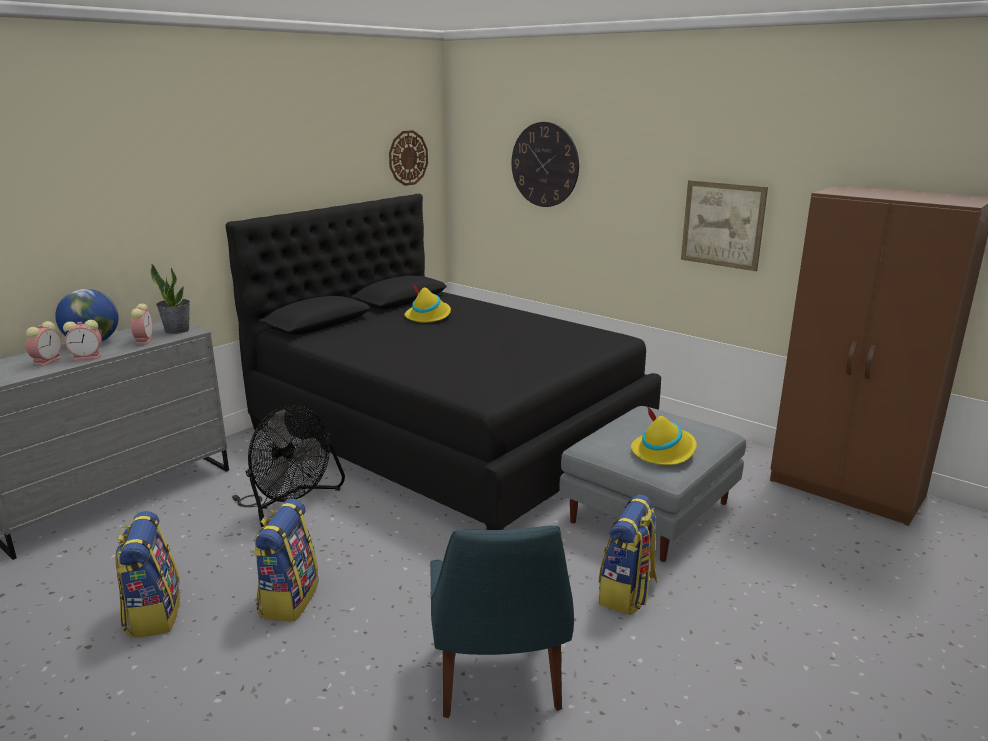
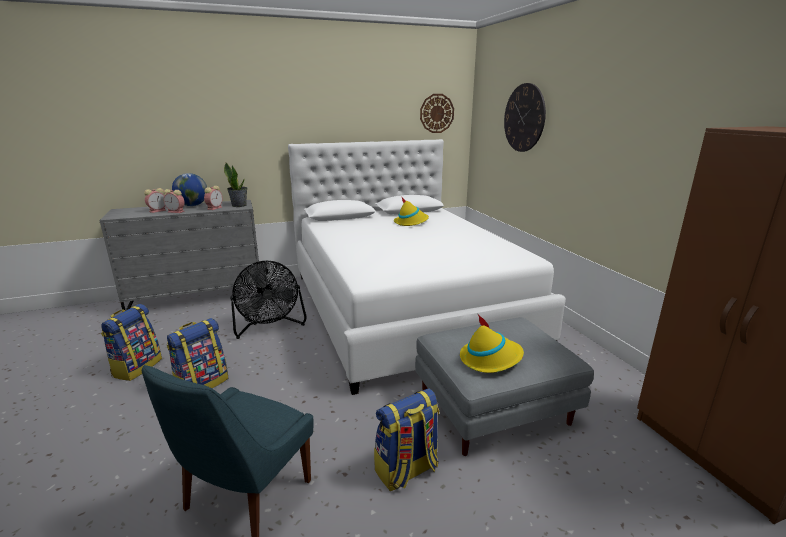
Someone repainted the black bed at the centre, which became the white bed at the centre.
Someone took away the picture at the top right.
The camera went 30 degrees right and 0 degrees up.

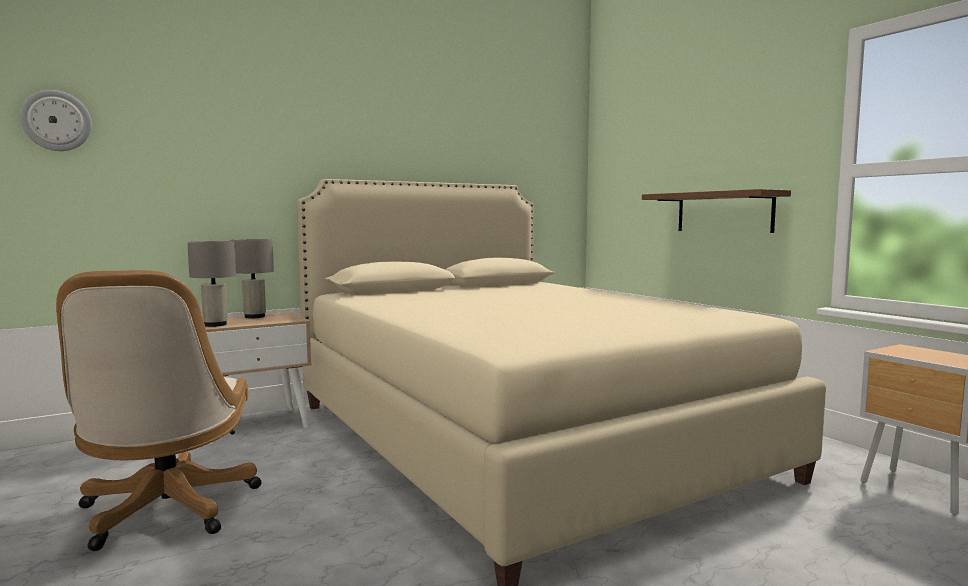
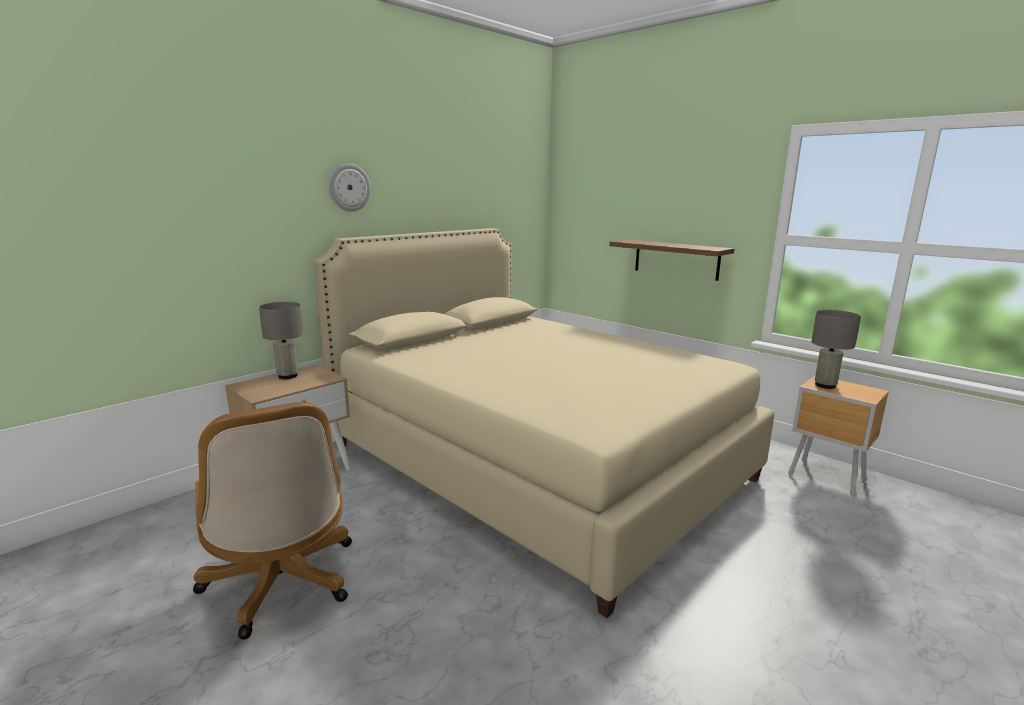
Someone carried the wall clock from the top left to the top centre.
Someone carried the grey table lamp (1st from left in the first image) from the middle left to the middle right.
The camera went 15 degrees left and 10 degrees up.

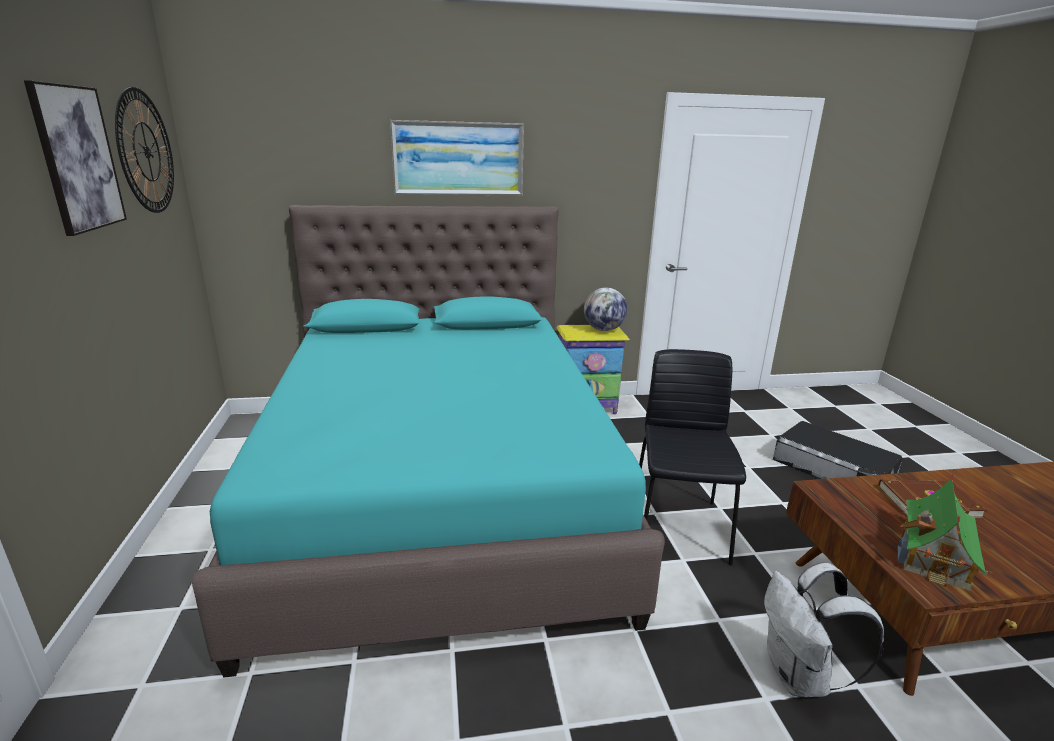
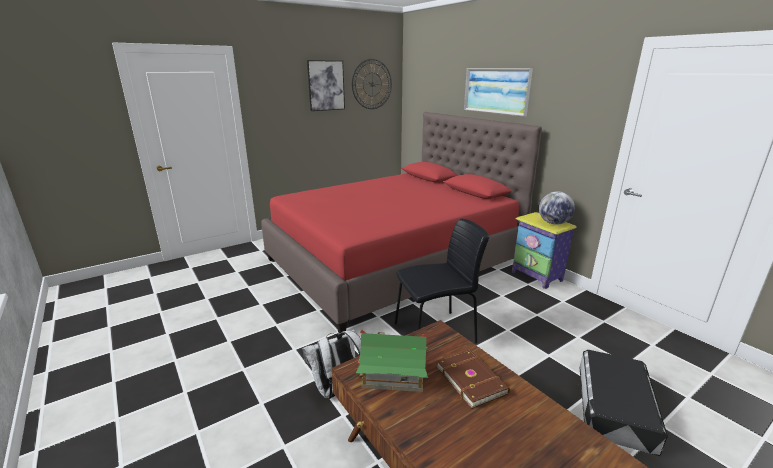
Someone repainted the turquoise bed at the centre, which became the red bed at the centre.
The camera went 65 degrees right and 0 degrees up.

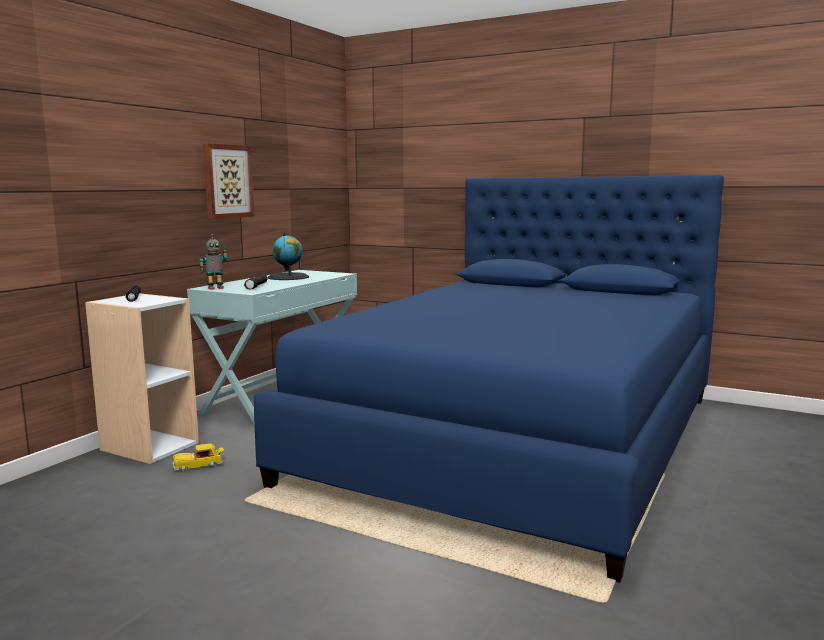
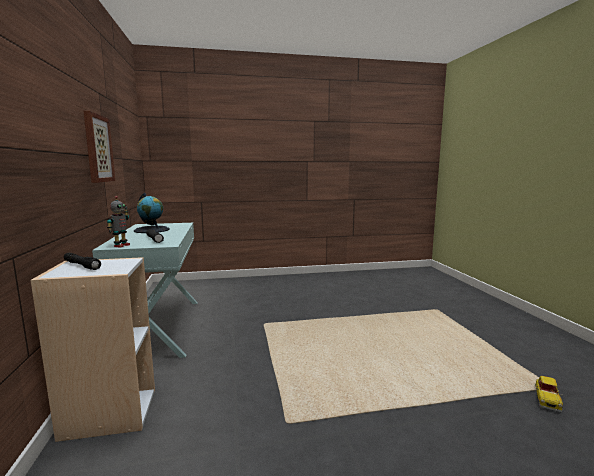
Someone carried the toy car from the bottom left to the bottom right.
Someone took away the blue bed at the centre.
The camera went 40 degrees left and 0 degrees up.

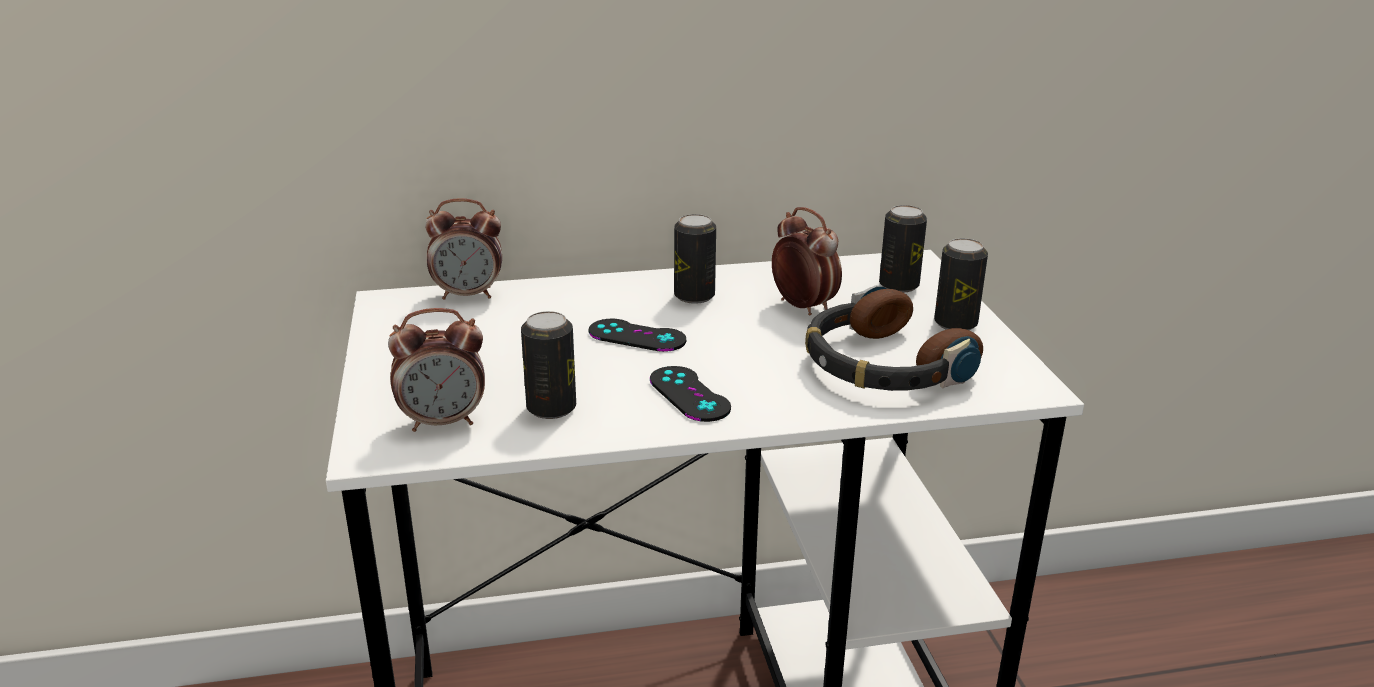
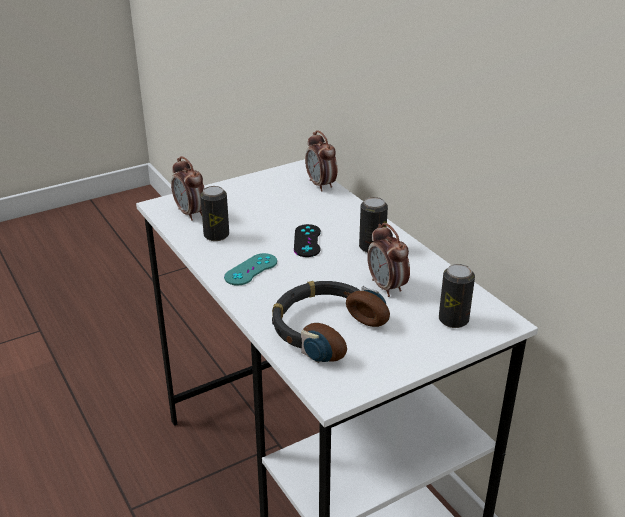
Someone repainted the black game controller (2nd from left) at the centre, which became the turquoise game controller at the centre.
Someone rotated the alarm clock (3rd from left) at the centre by 120 degrees clockwise.
Someone took away the can (4th from left) at the middle right.
The camera went 70 degrees right and 5 degrees up.

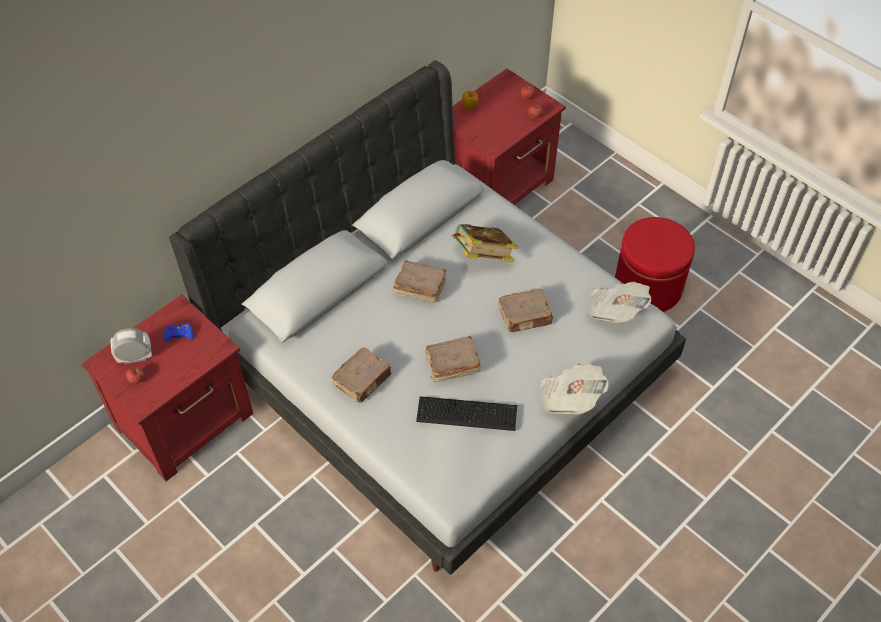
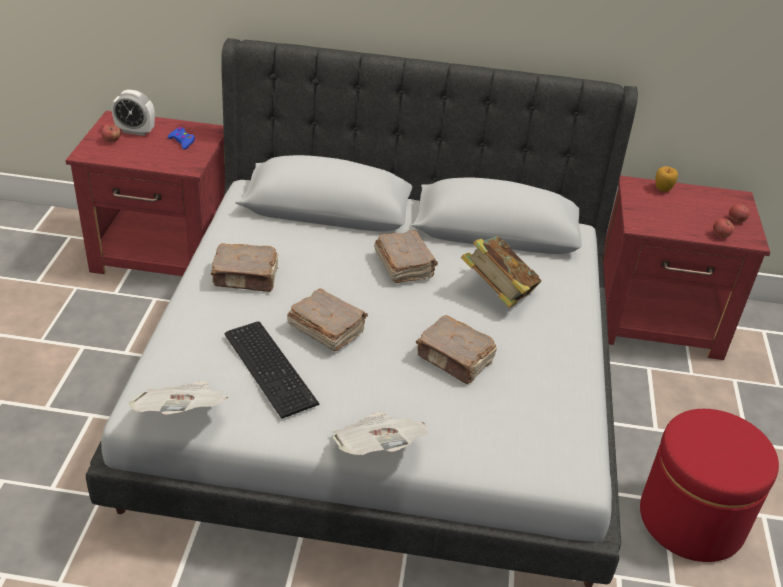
Someone rotated the alarm clock at the middle left by 150 degrees clockwise.
Someone carried the newspaper (2nd from left in the first image) from the middle right to the bottom left.
The camera went 50 degrees right and 15 degrees down.

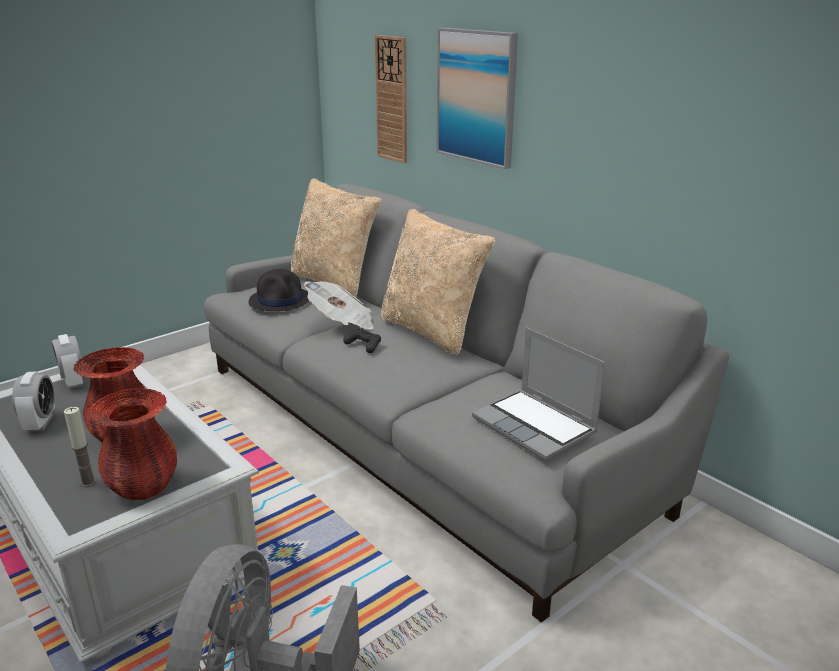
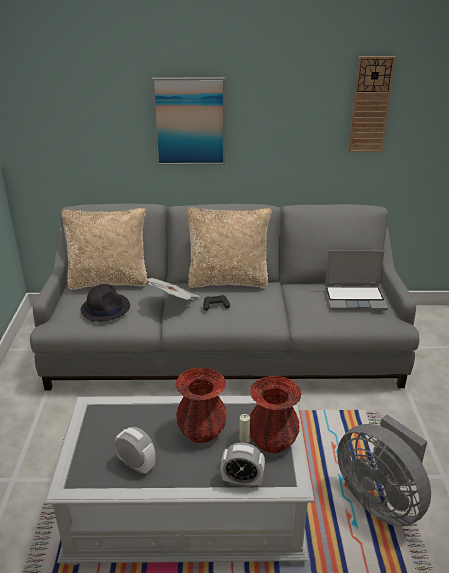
Someone carried the alarm clock (2nd from left) from the middle left to the bottom centre.
Someone carried the wall clock from the top centre to the top right.
The camera went 50 degrees left and 5 degrees up.

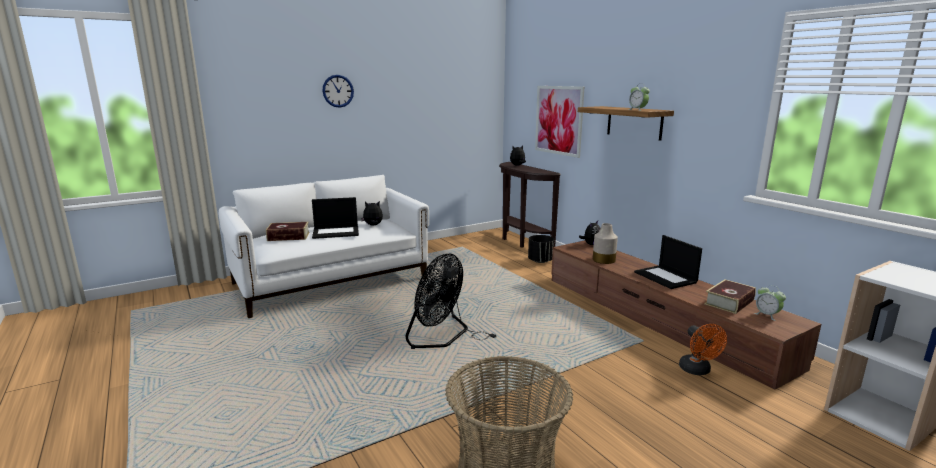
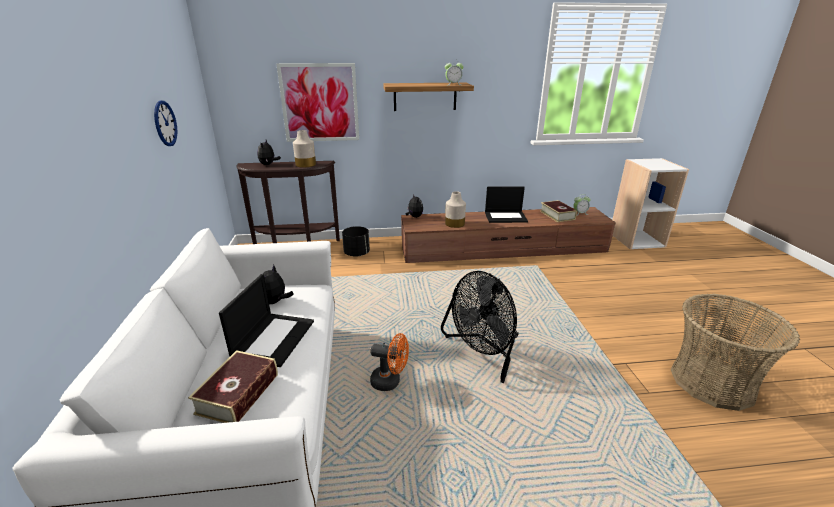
Someone carried the wall clock from the top centre to the top left.
Someone carried the orange fan from the bottom right to the bottom centre.
Someone put down the beige vase (1st from left) at the top centre.
The camera went 65 degrees left and 10 degrees up.

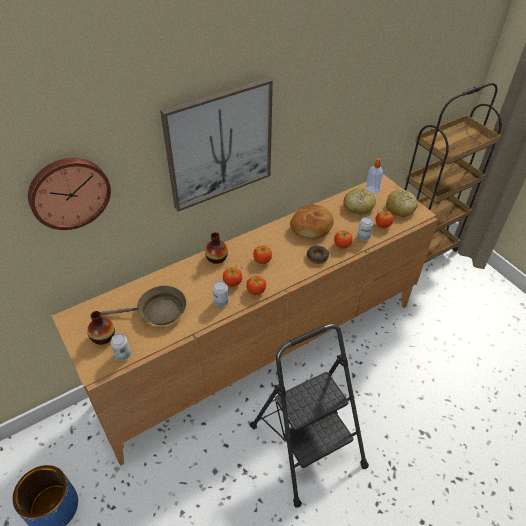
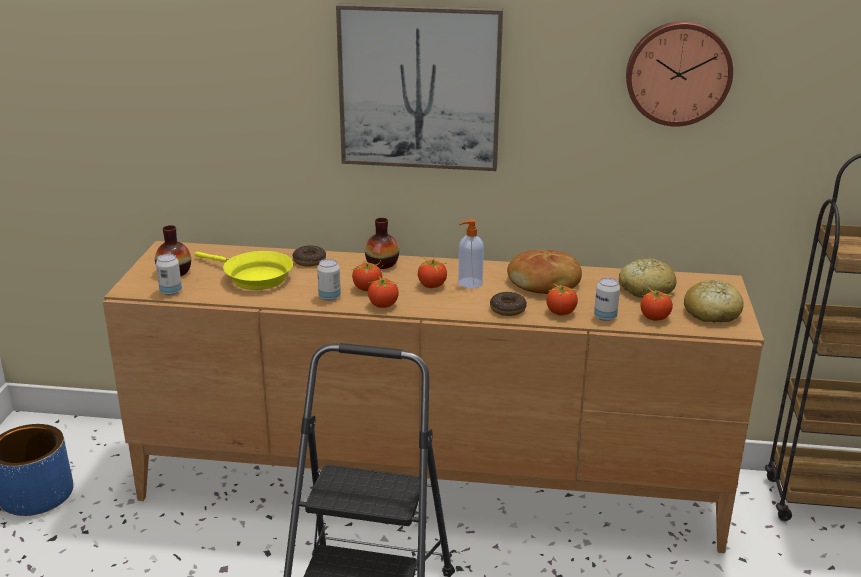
Someone carried the wall clock from the middle left to the top right.
Someone repainted the brown frying pan at the middle left, which became the yellow frying pan at the middle left.
Someone carried the soap dispenser from the middle right to the centre.
Someone put down the donut (1st from left) at the centre.
The camera went 40 degrees right and 20 degrees down.

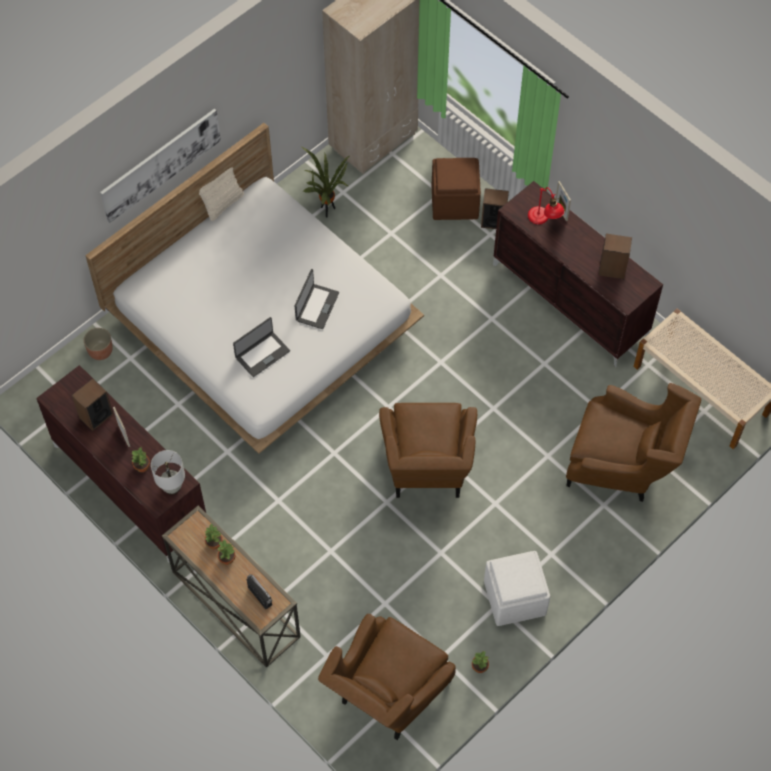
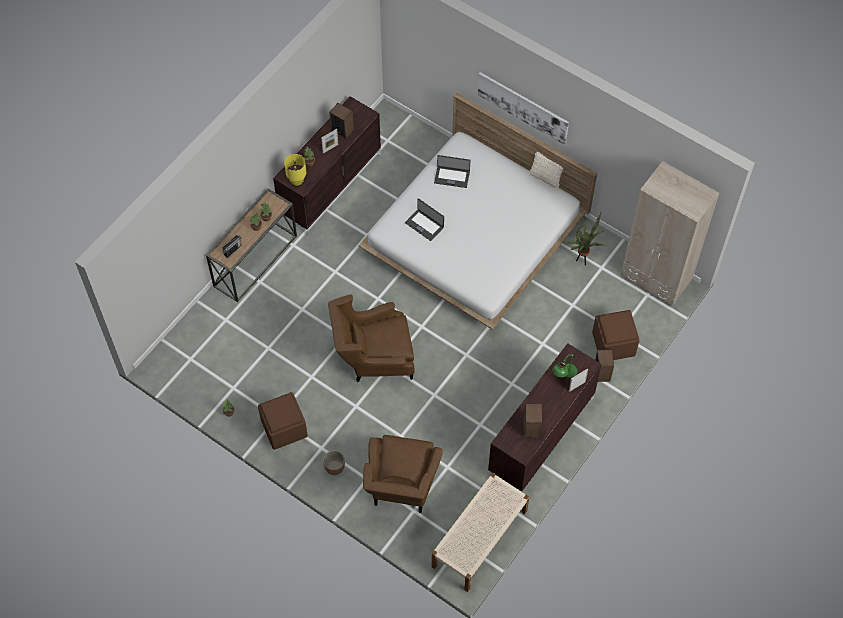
Someone carried the planter from the middle left to the bottom centre.
Someone repainted the white table lamp at the middle left, which became the yellow table lamp at the top centre.
Someone carried the laptop (2nd from left) from the centre to the top centre.
Someone took away the brown armchair (1st from left) at the bottom centre.
Someone repainted the white ottoman at the bottom right, which became the brown ottoman (1st from left) at the bottom centre.
Someone repainted the red table lamp at the top right, which became the green table lamp at the middle right.
The camera went 80 degrees right and 0 degrees up.

